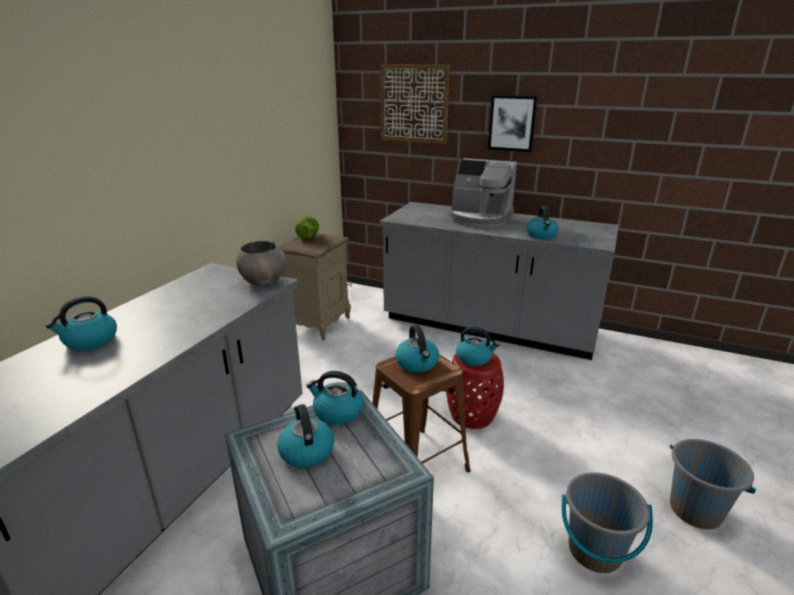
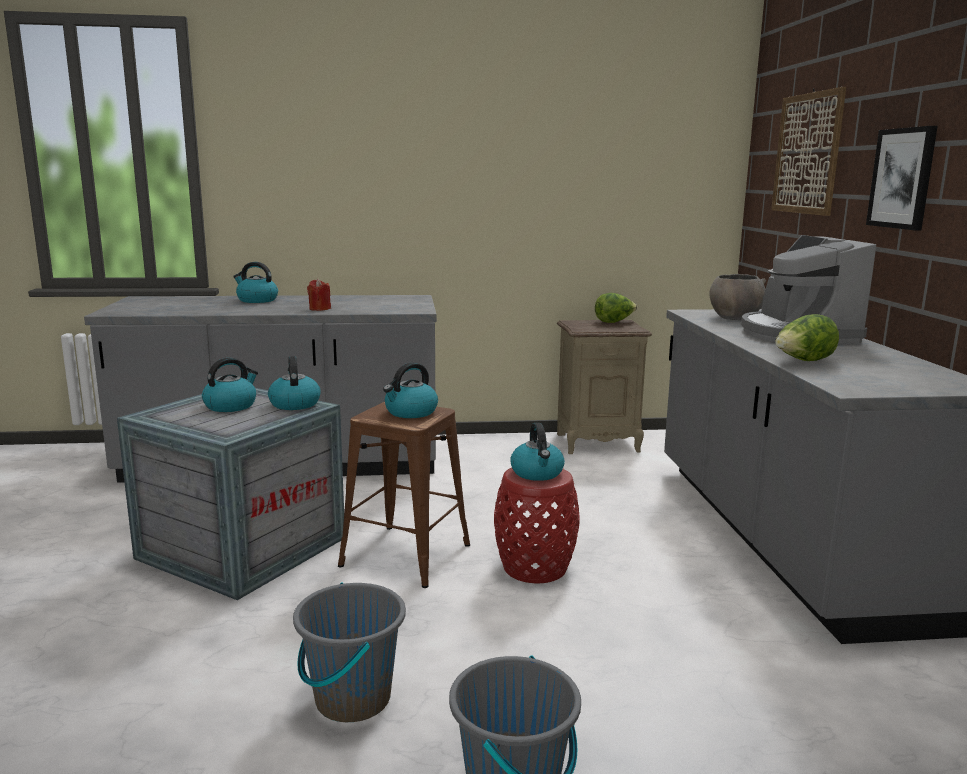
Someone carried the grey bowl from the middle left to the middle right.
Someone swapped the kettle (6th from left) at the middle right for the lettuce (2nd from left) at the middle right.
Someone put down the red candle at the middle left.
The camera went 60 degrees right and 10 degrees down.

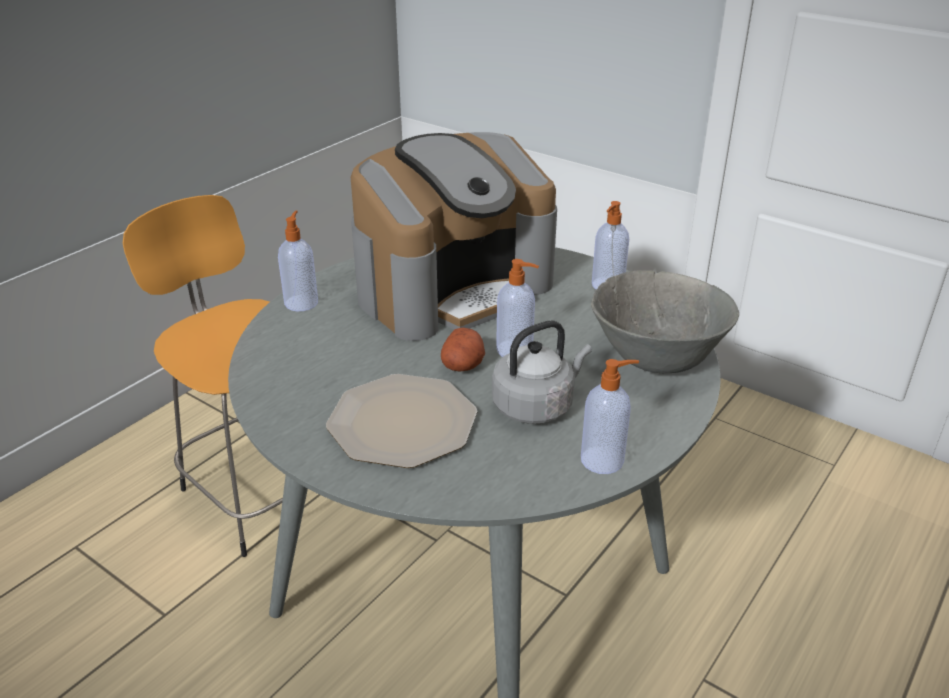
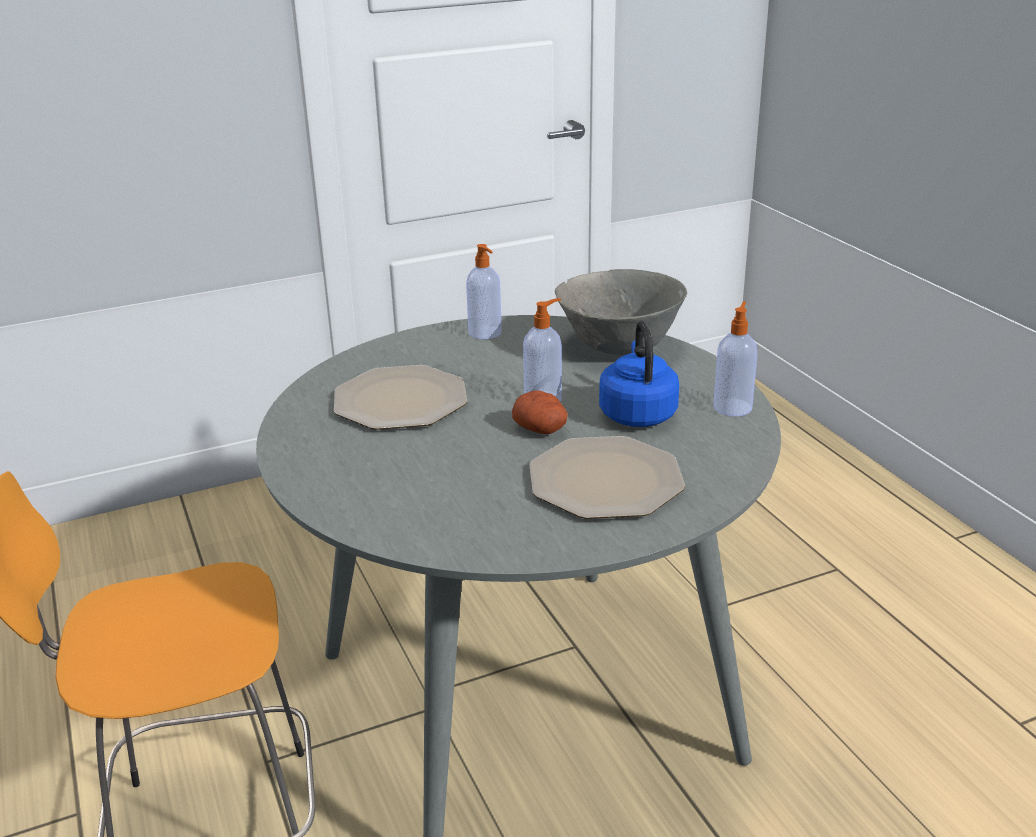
Someone took away the soap dispenser (1st from left) at the middle left.
Someone swapped the coffee machine at the centre for the plate (1st from left) at the centre.
Someone repainted the grey kettle at the centre, which became the blue kettle at the centre.
The camera went 60 degrees left and 5 degrees down.

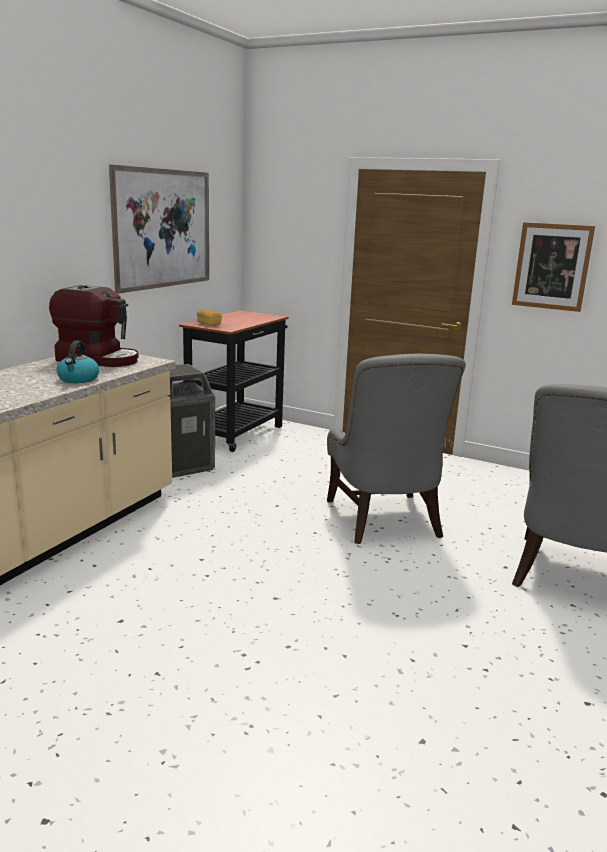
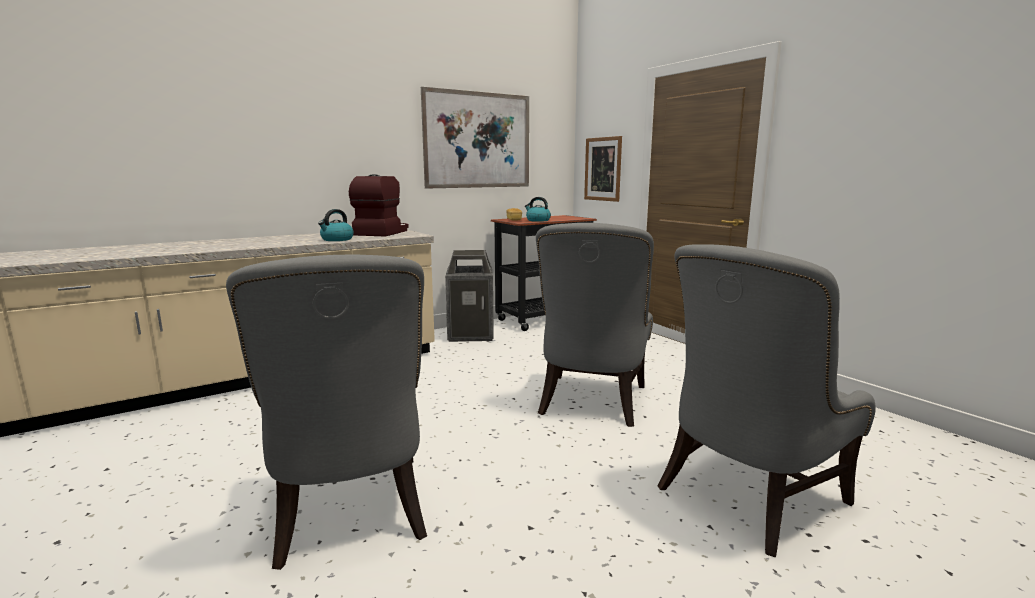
Someone rotated the coffee machine at the middle left by 120 degrees counterclockwise.
Someone carried the picture (2nd from left) from the top right to the top centre.
Someone put down the grey chair (1st from left) at the bottom left.
Someone put down the kettle (2nd from left) at the centre.
The camera went 30 degrees right and 5 degrees down.

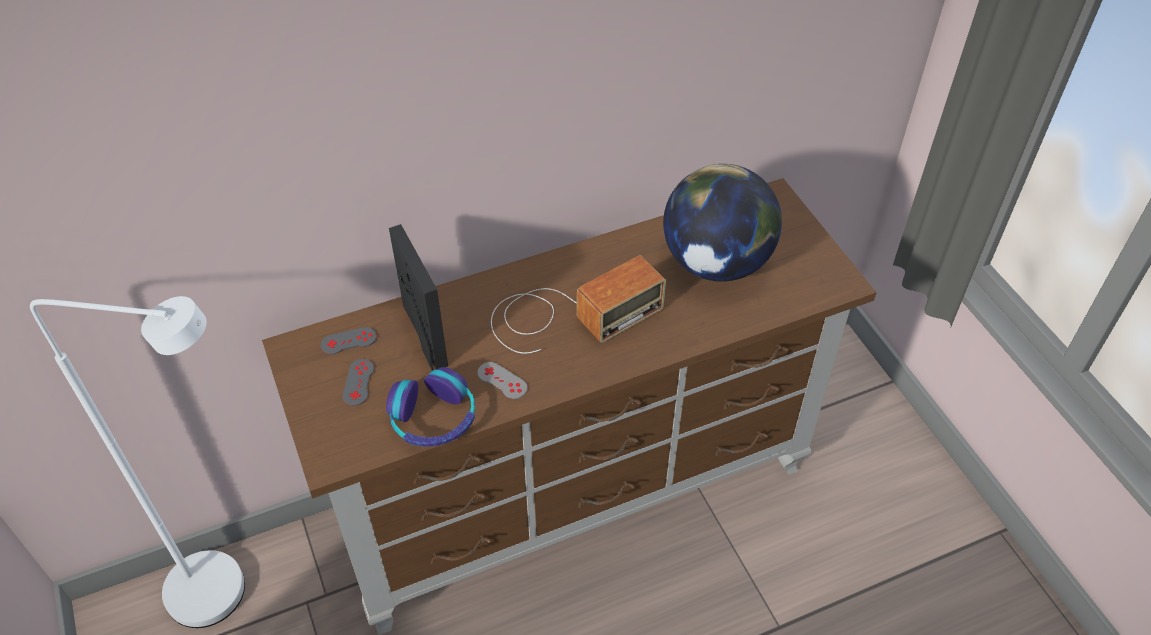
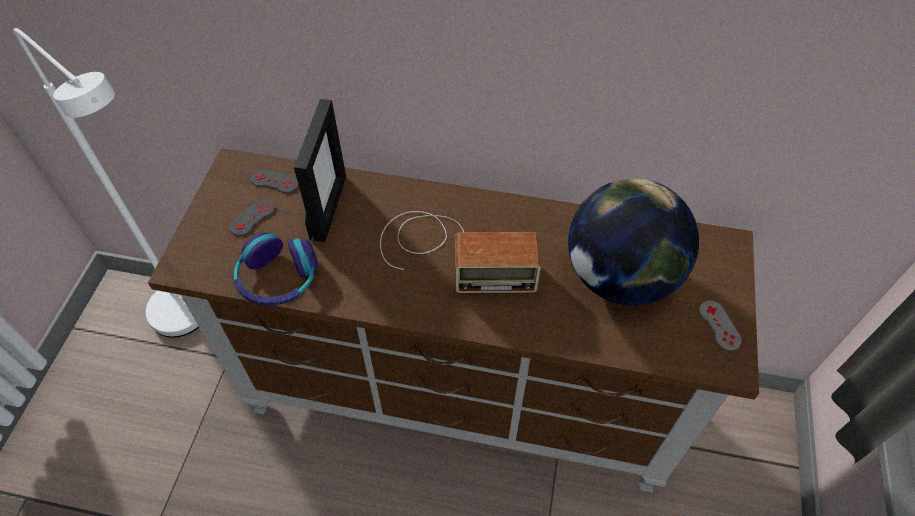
Someone carried the grey game controller (3rd from left) from the centre to the middle right.
The camera went 35 degrees right and 5 degrees up.

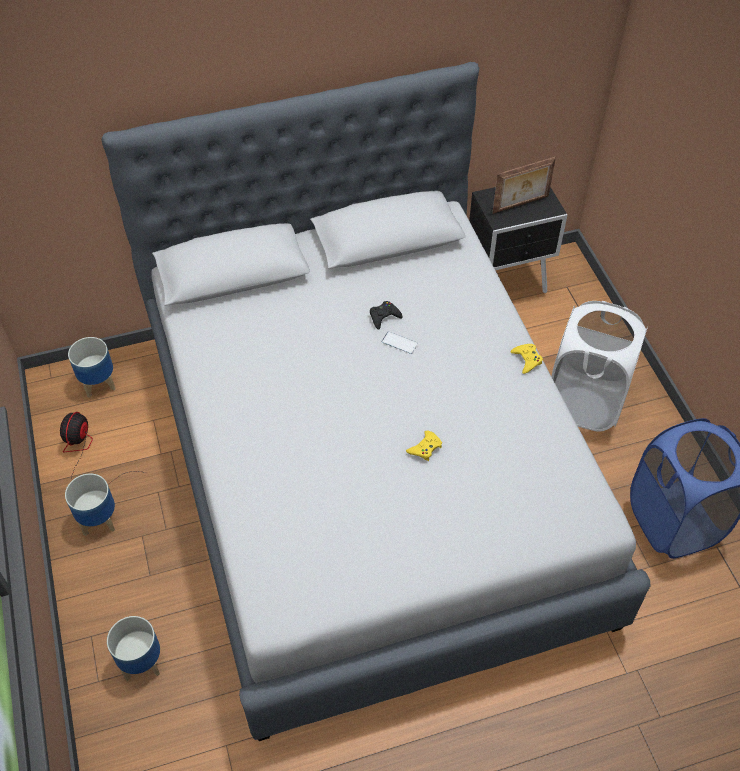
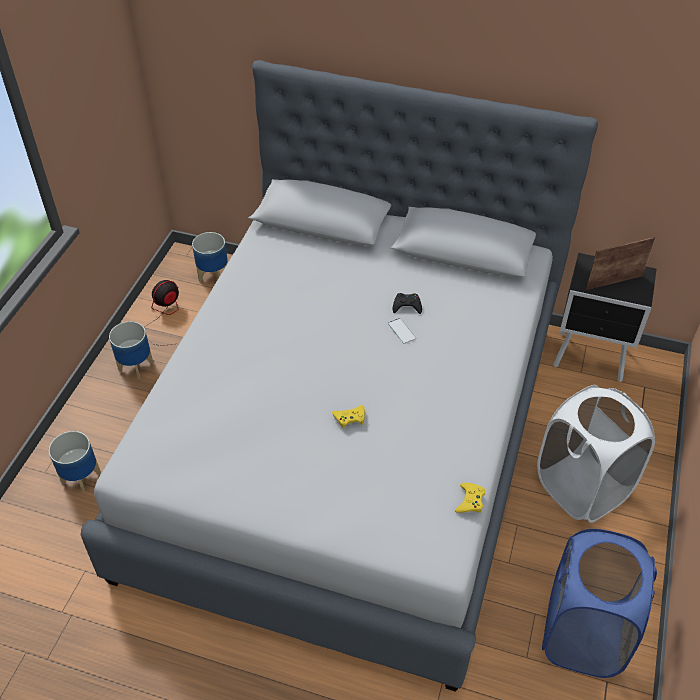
Someone rotated the picture frame at the top right by 150 degrees clockwise.
Someone carried the yellow game controller (2nd from left) from the middle right to the bottom right.
The camera went 35 degrees right and 5 degrees down.

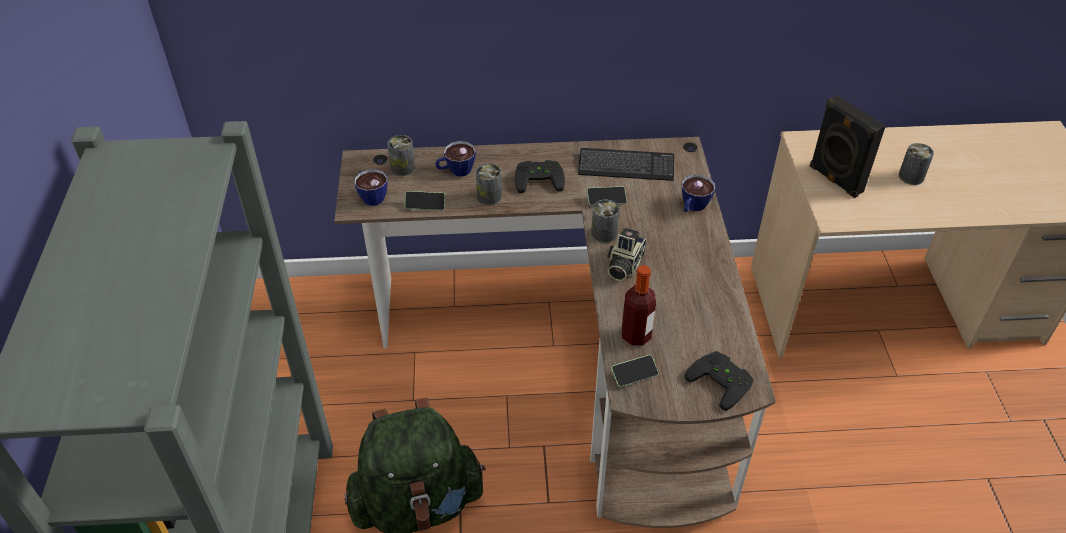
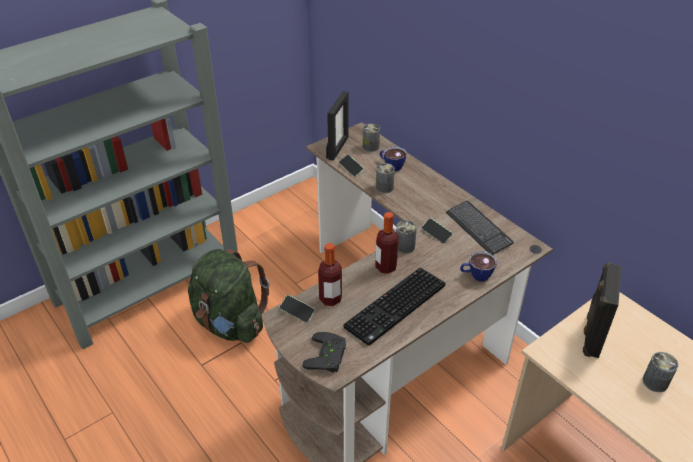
Someone swapped the cup (1st from left) at the centre for the picture frame at the top centre.
Someone took away the black game controller (1st from left) at the top centre.
Someone swapped the photo camera at the centre for the bottle (2nd from left) at the centre.
Someone put down the keyboard (1st from left) at the centre.
The camera went 55 degrees right and 5 degrees down.

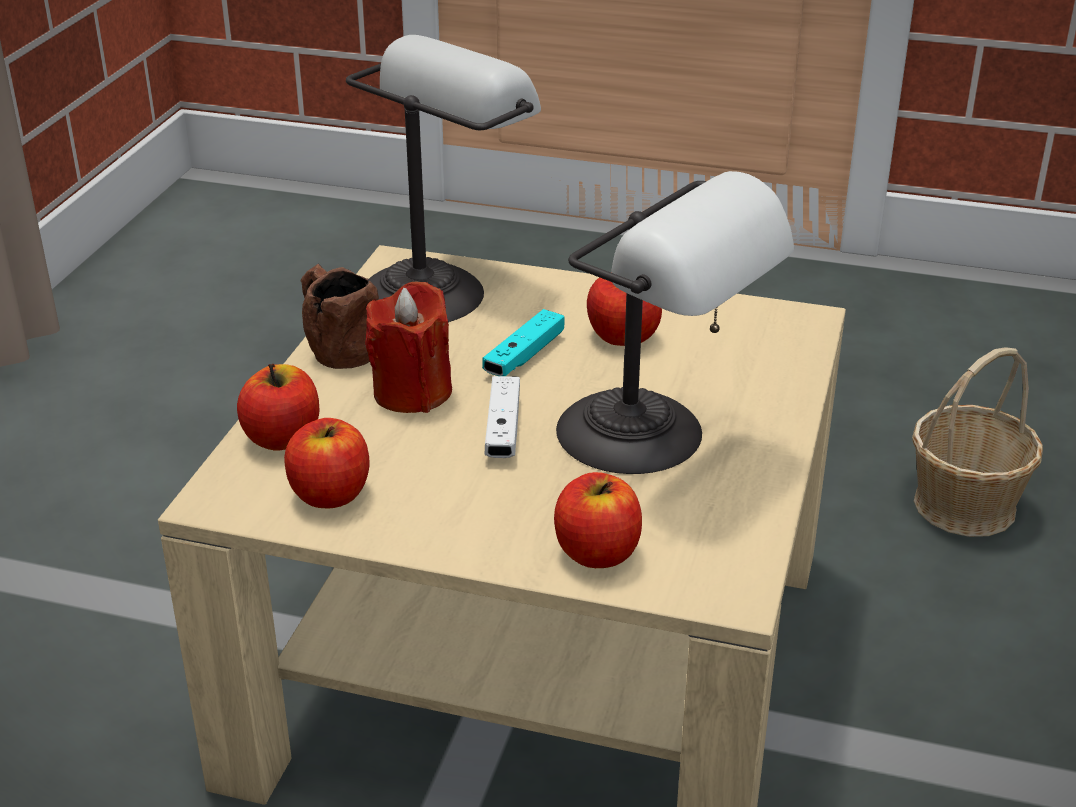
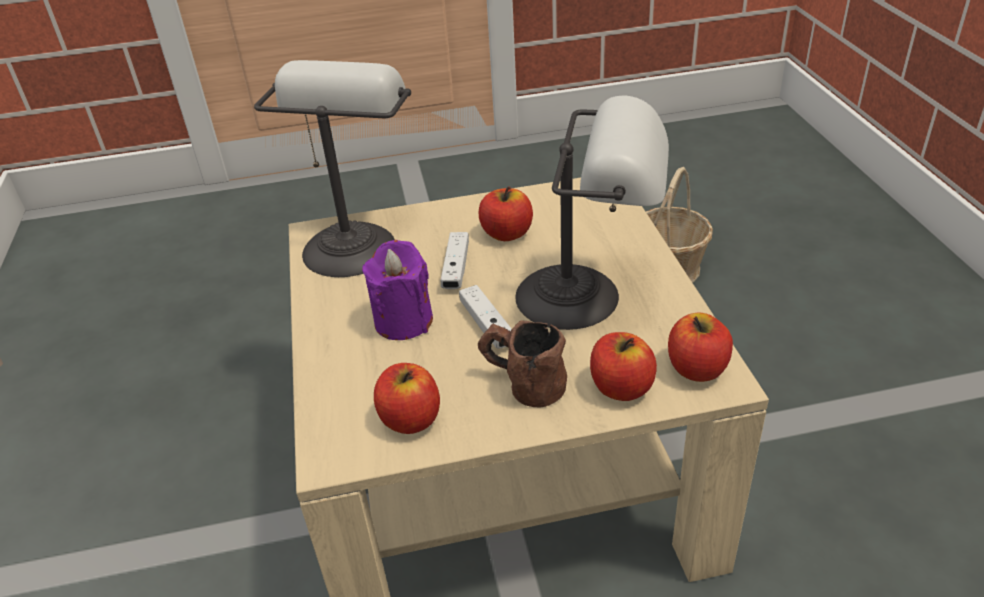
Someone carried the apple (1st from left in the first image) from the middle left to the middle right.
Someone carried the brown mug from the middle left to the centre.
Someone repainted the red candle at the centre, which became the purple candle at the centre.
Someone repainted the turquoise game controller at the centre, which became the white game controller (1st from left) at the centre.
The camera went 25 degrees left and 5 degrees up.

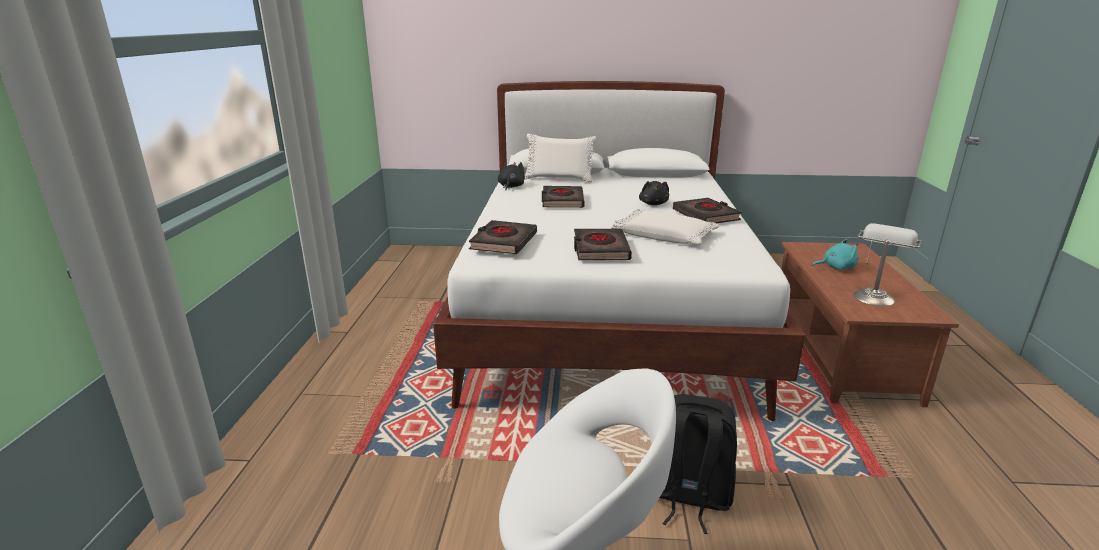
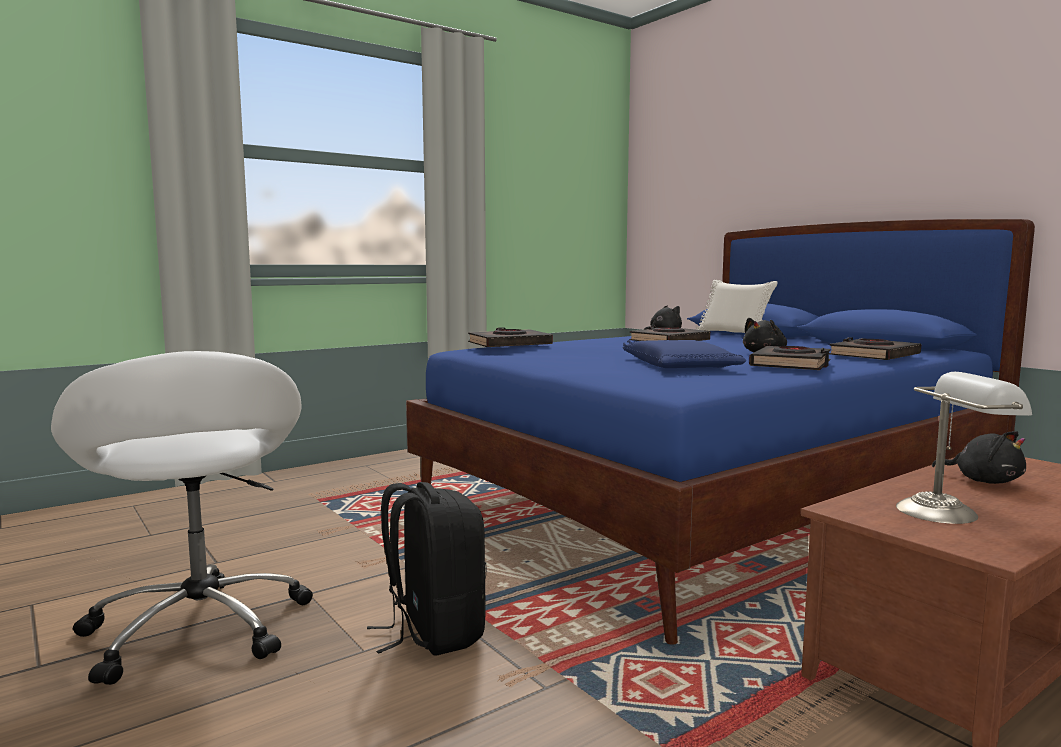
Someone repainted the white bed at the centre, which became the blue bed at the middle right.
Someone carried the black book (3rd from left in the first image) from the centre to the middle right.
Someone repainted the white pillow (2nd from left) at the centre, which became the blue pillow at the centre.
Someone repainted the turquoise plush toy at the middle right, which became the black plush toy (3rd from left) at the middle right.
The camera went 50 degrees right and 15 degrees down.

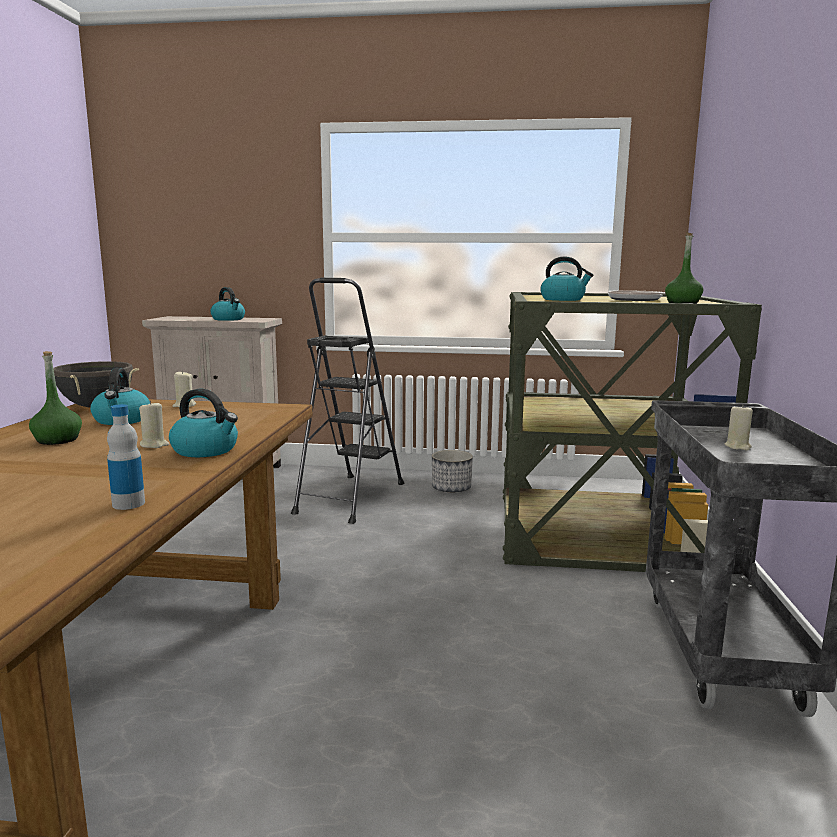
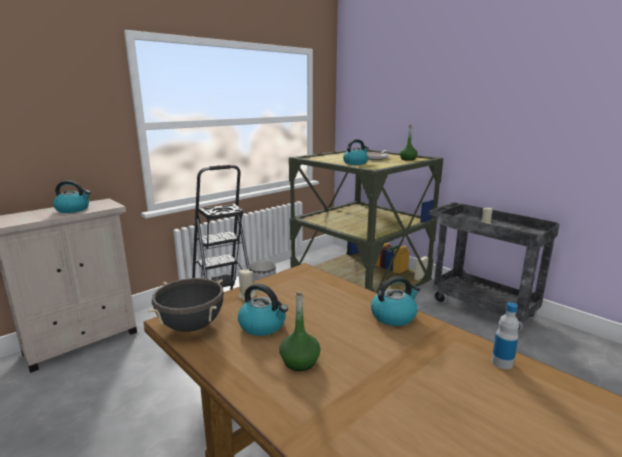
Someone took away the beige candle (1st from left) at the middle left.
The camera went 50 degrees left and 5 degrees up.

